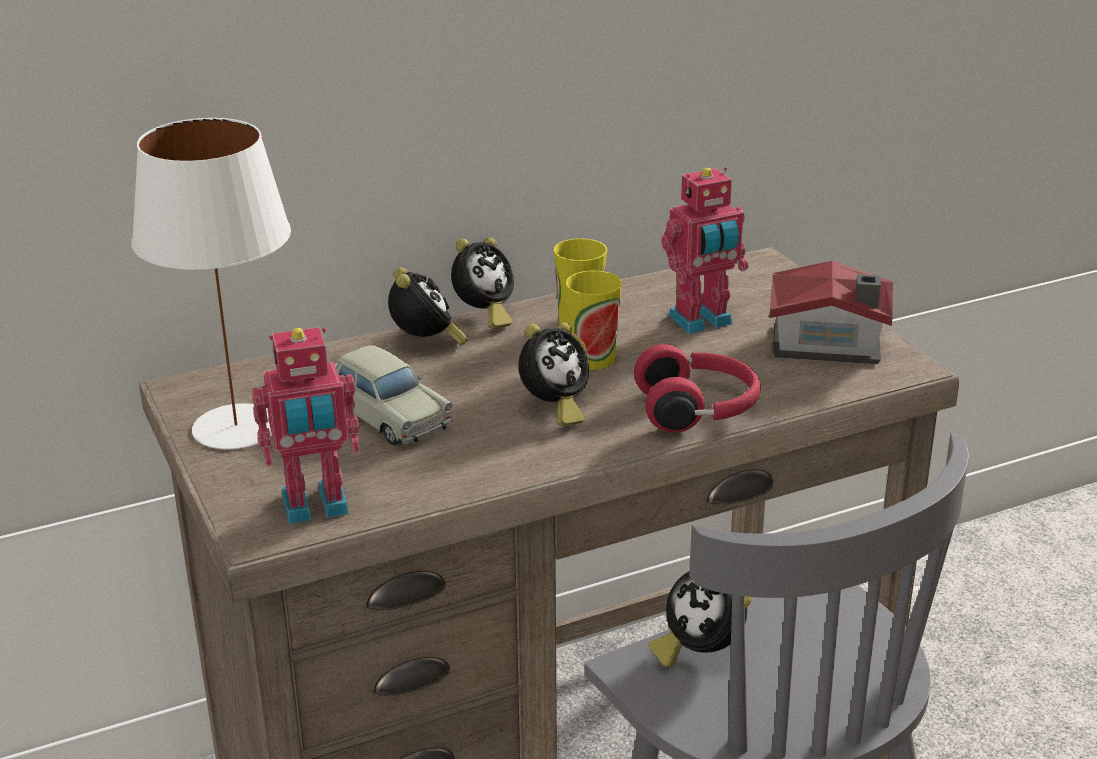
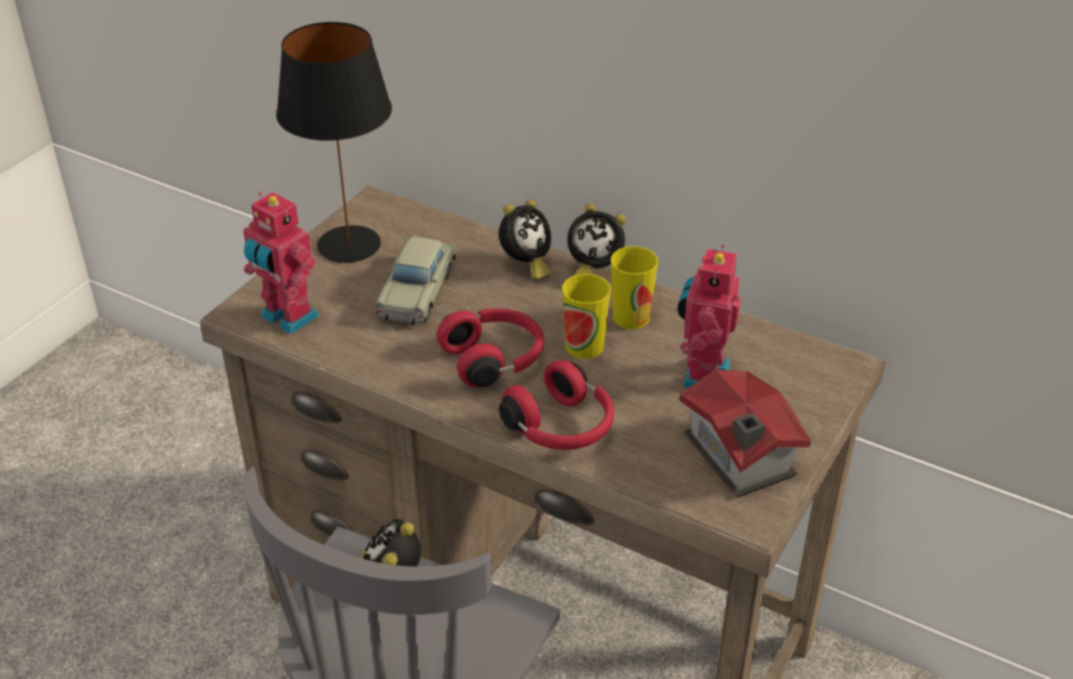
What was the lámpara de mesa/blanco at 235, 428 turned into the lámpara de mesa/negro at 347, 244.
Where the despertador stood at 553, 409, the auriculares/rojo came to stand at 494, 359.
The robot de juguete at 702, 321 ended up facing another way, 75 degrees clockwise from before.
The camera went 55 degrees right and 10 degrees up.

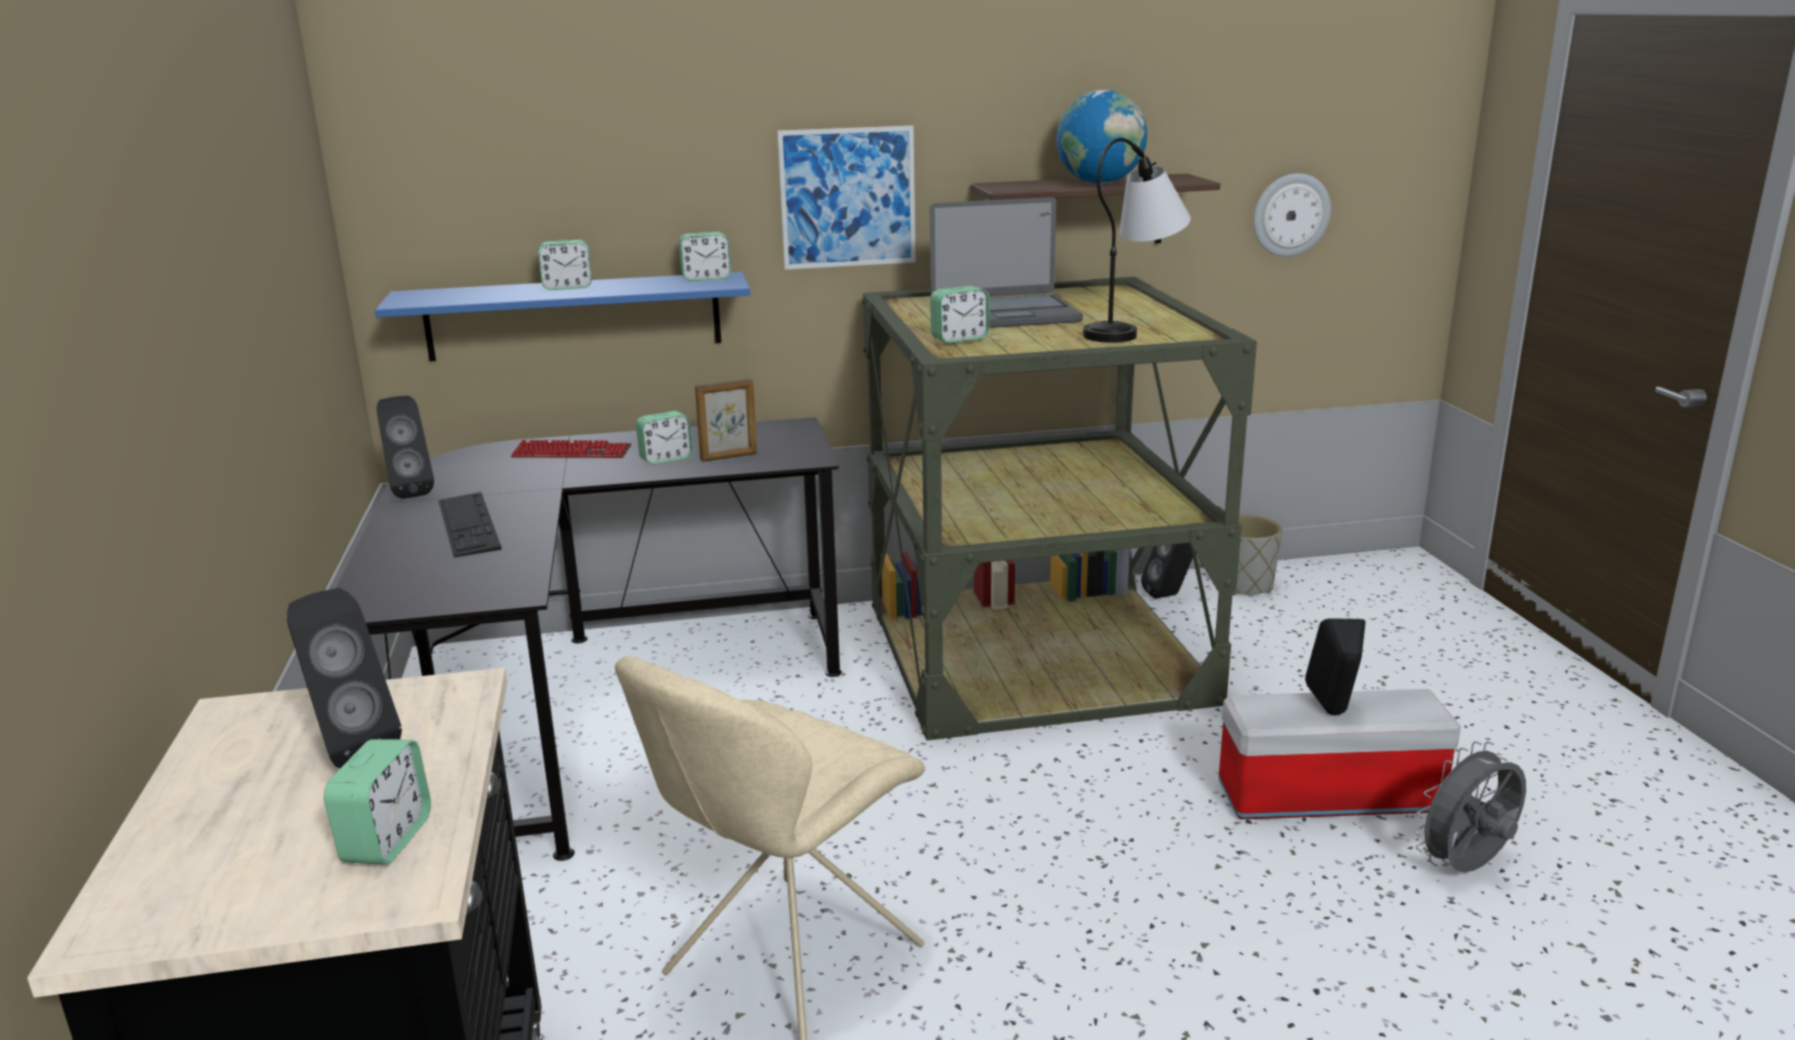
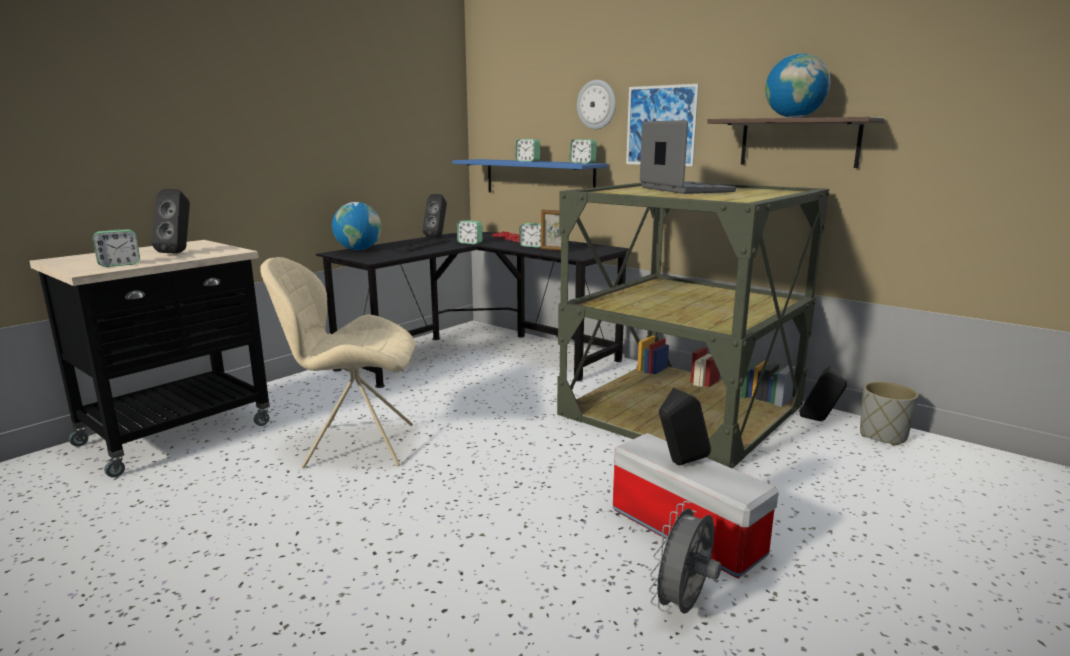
The second view gained the globo terráqueo at 358, 250.
The despertador ended up elsewhere, having gone from 959, 338 to 470, 243.
The reloj de pared ended up elsewhere, having gone from 1290, 215 to 597, 104.
The portátil at 1004, 315 ended up facing another way, 150 degrees counterclockwise from before.
The ventilador/gris at 1466, 868 ended up facing another way, 75 degrees counterclockwise from before.
The second view lost the lámpara de mesa at 1134, 330.
The camera went 50 degrees right and 5 degrees down.

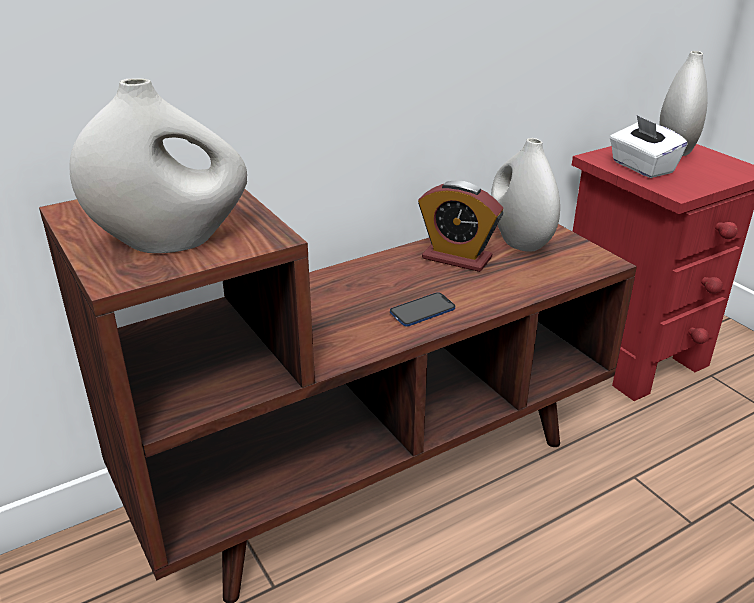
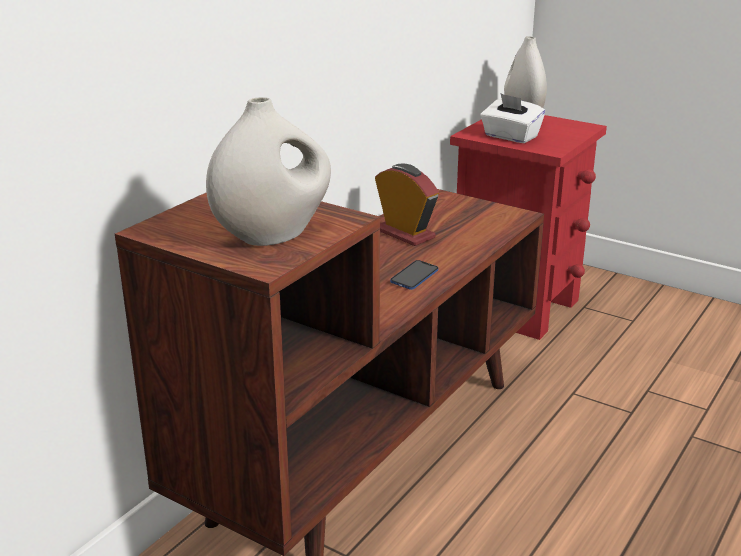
The despertador at 457, 258 ended up facing another way, 135 degrees counterclockwise from before.
The second view lost the florero/blanco at 519, 241.
The camera went 25 degrees left and 5 degrees down.

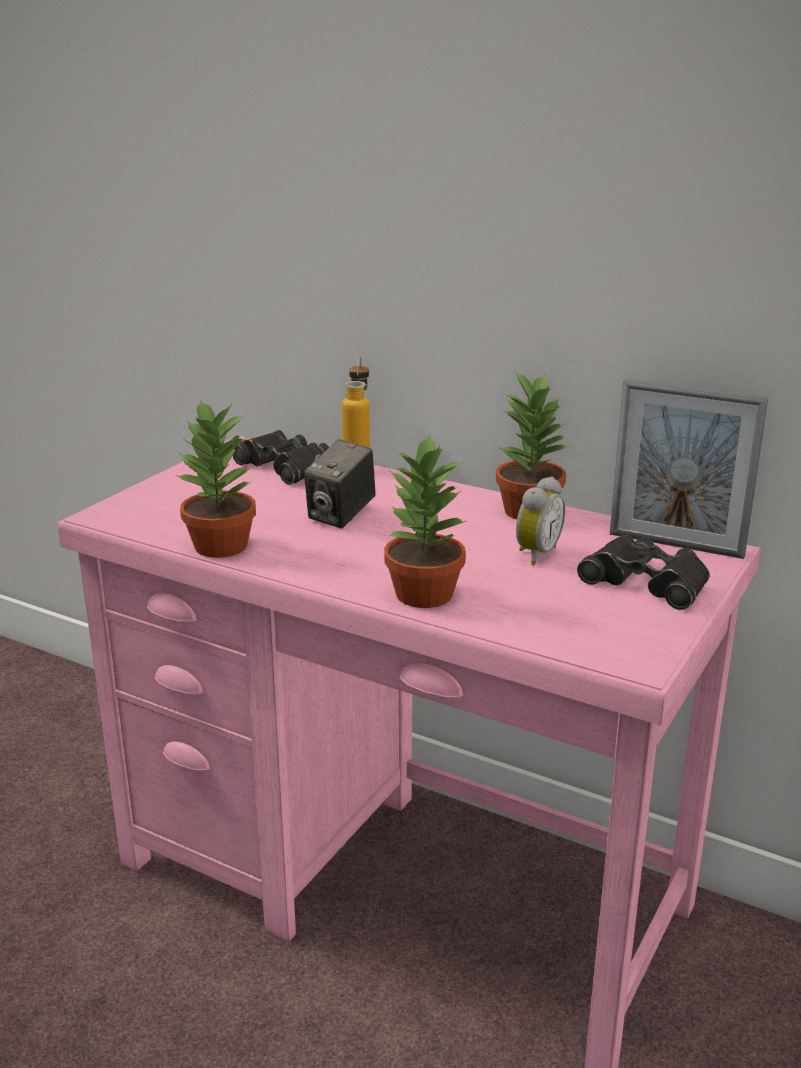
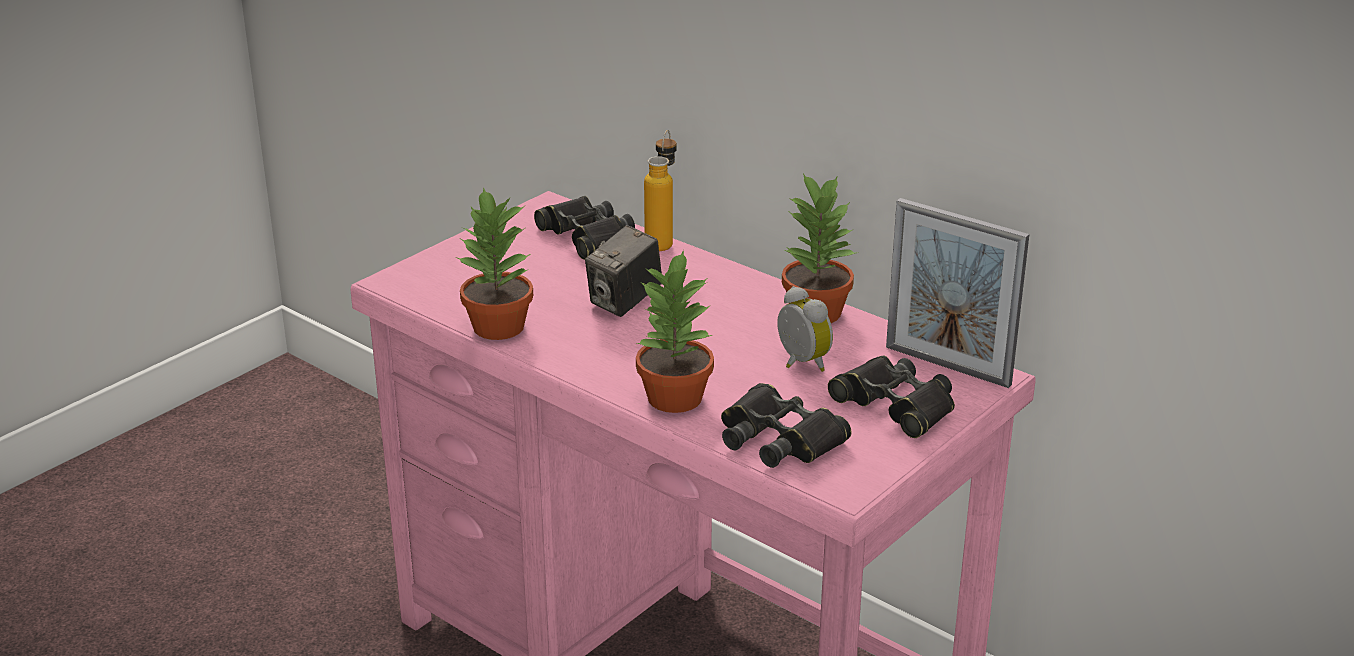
The second view gained the prismáticos/negro at 779, 438.
The despertador at 535, 554 ended up facing another way, 75 degrees counterclockwise from before.
The camera went 10 degrees right and 5 degrees up.

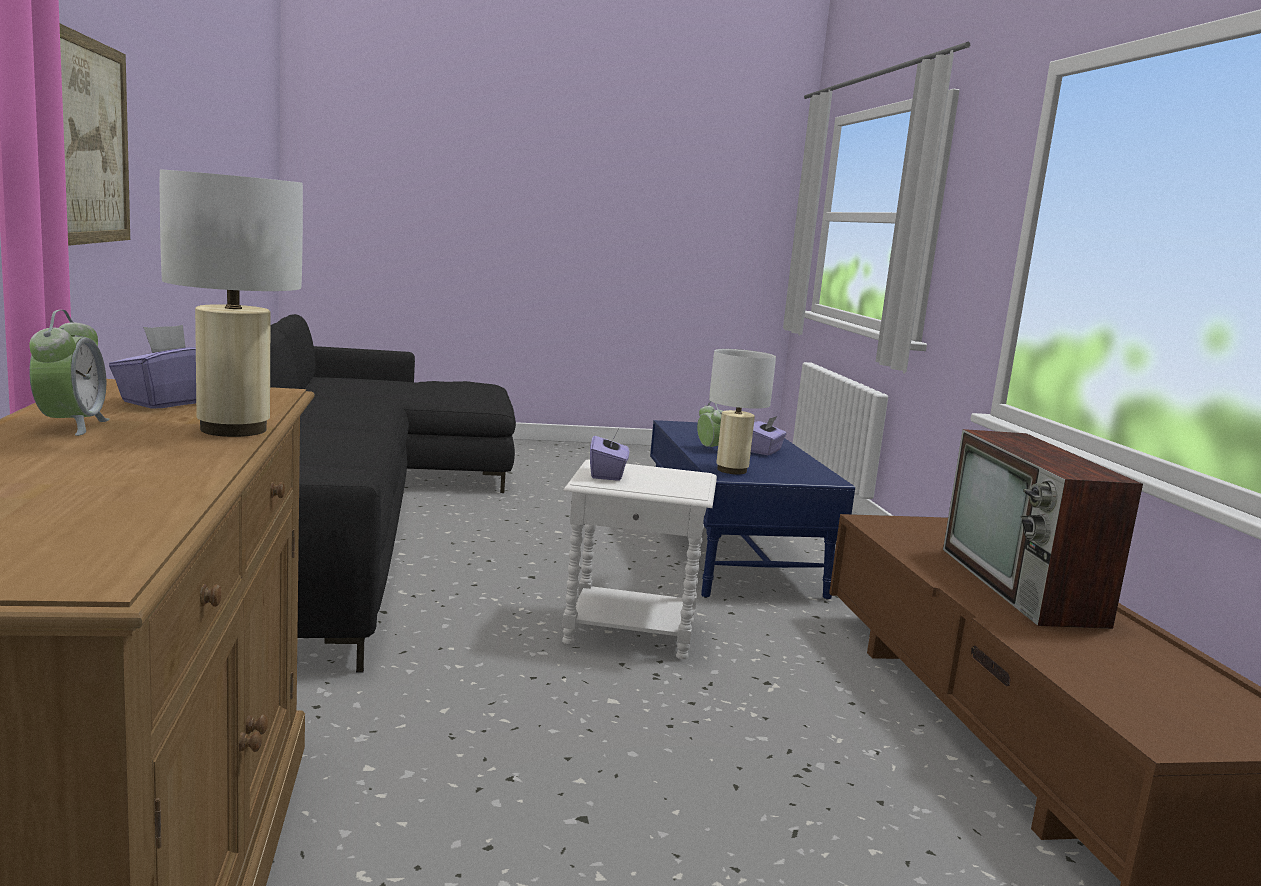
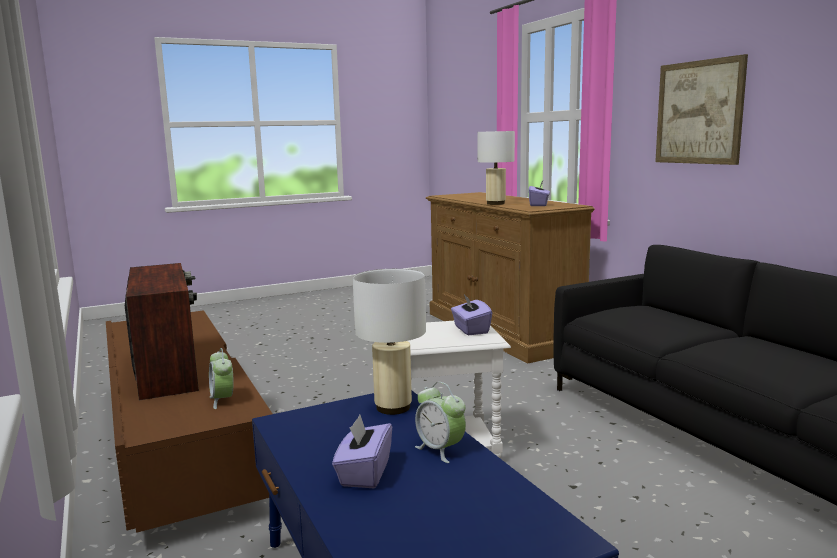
The despertador ended up elsewhere, having gone from 71, 426 to 223, 400.
The camera went 165 degrees right and 0 degrees up.

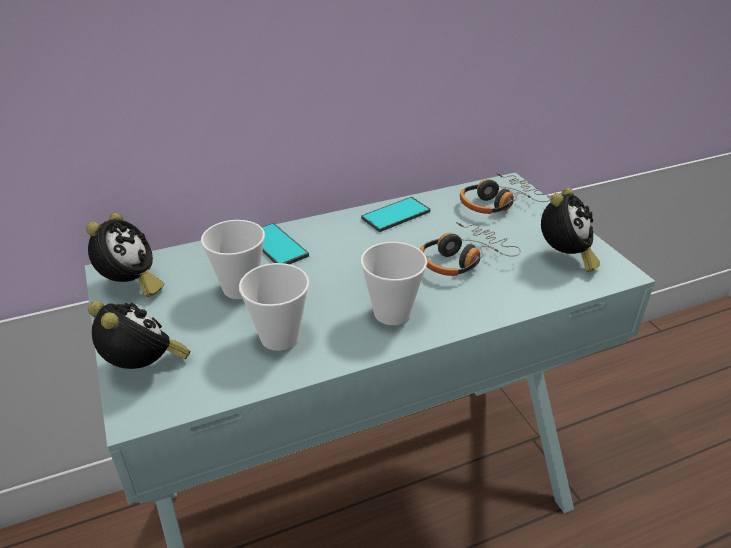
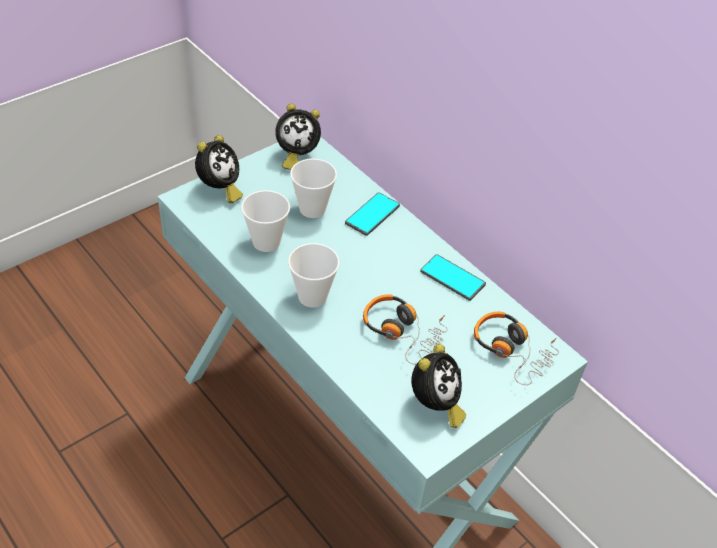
The despertador at 564, 258 ended up facing another way, 75 degrees counterclockwise from before.
The camera went 70 degrees right and 10 degrees up.

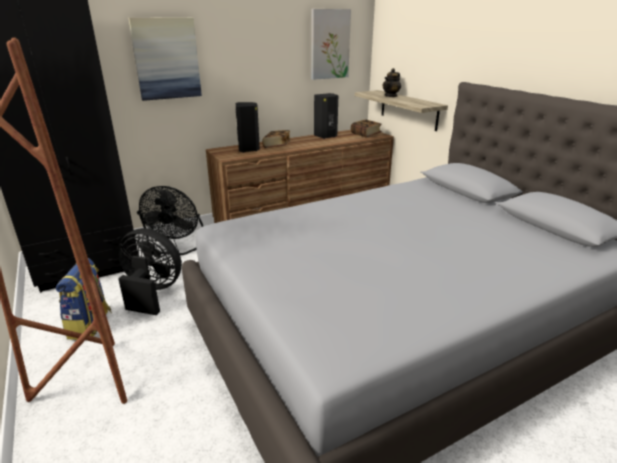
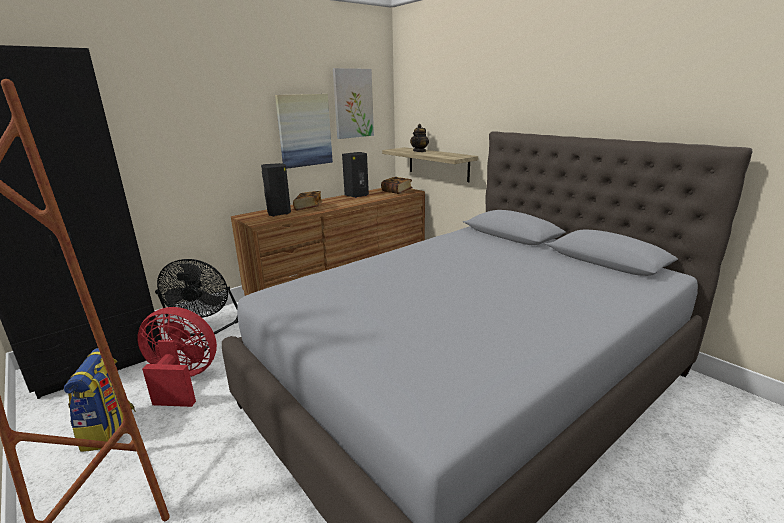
What was the ventilador/negro at 152, 292 turned into the ventilador/rojo at 182, 381.
The cuadro ended up elsewhere, having gone from 166, 59 to 304, 130.
The camera went 10 degrees left and 5 degrees down.

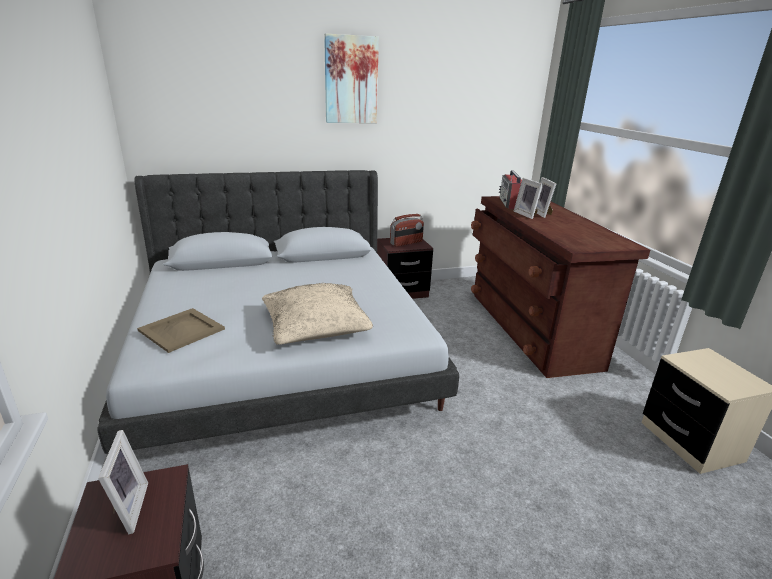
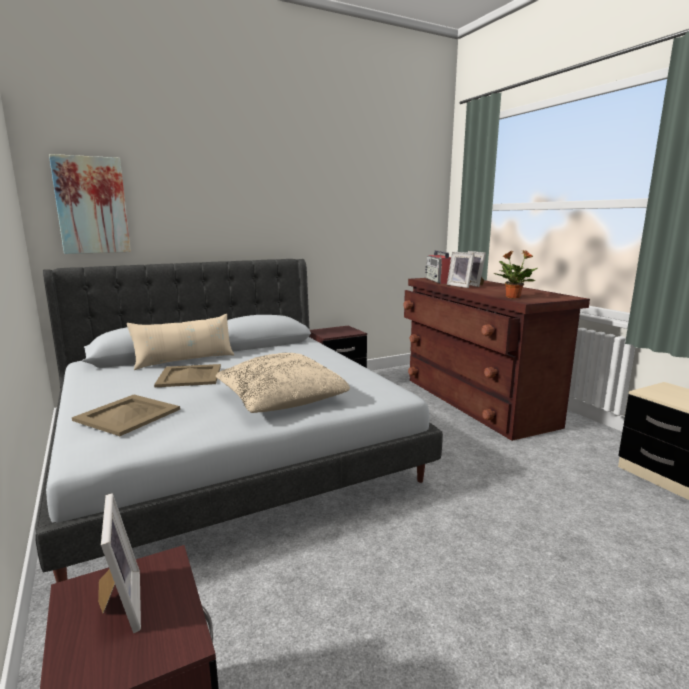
The cuadro ended up elsewhere, having gone from 351, 80 to 92, 205.
The second view gained the cojín/beis at 185, 361.
The second view gained the bandeja/beis at 190, 376.
The second view gained the planta en maceta at 512, 297.
The second view lost the radio at 406, 243.
The camera went 10 degrees left and 10 degrees down.

